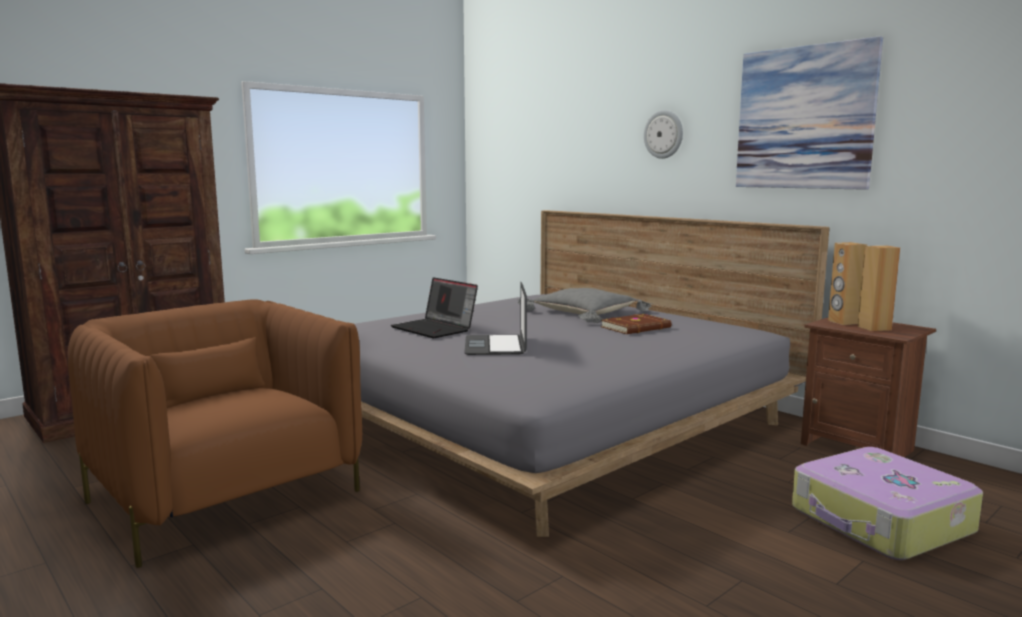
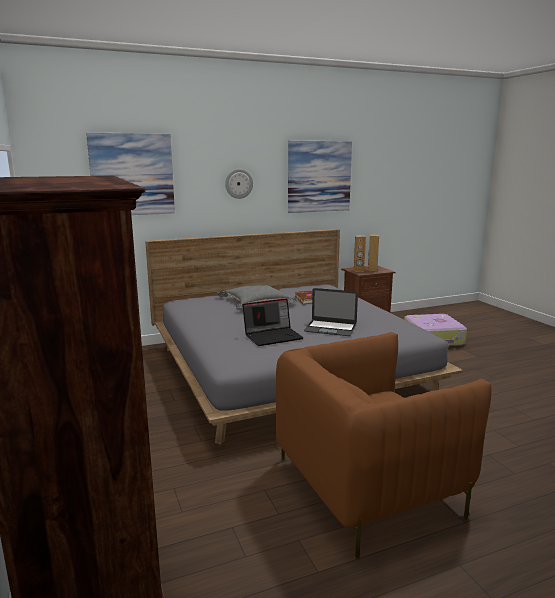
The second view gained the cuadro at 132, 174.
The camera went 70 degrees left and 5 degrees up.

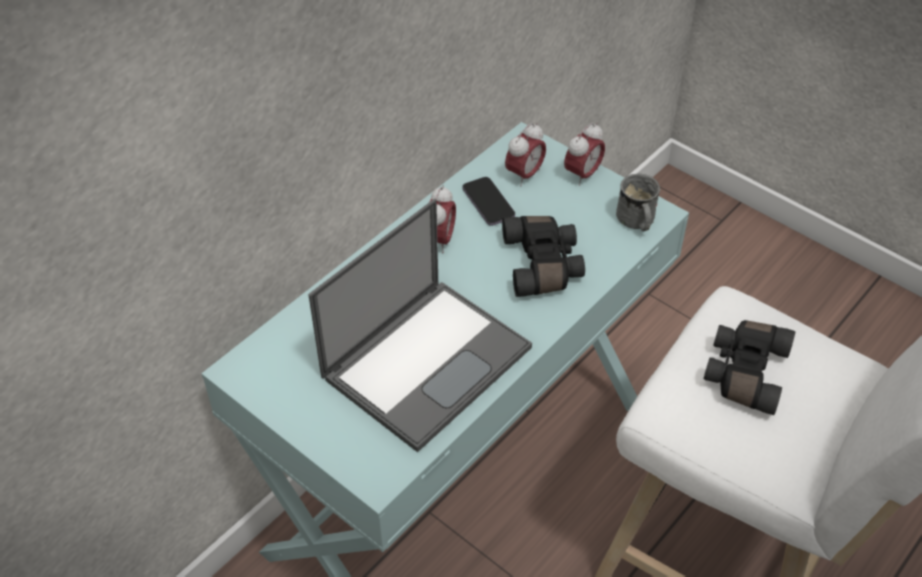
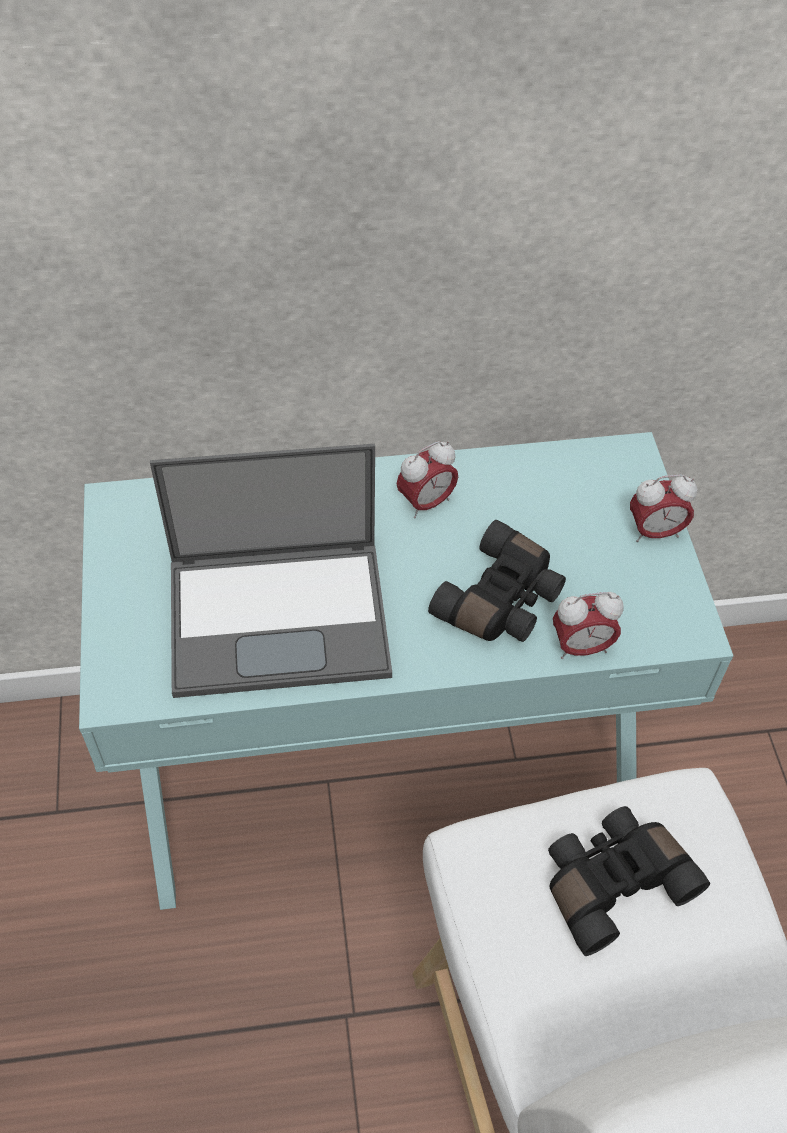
The despertador ended up elsewhere, having gone from 524, 175 to 580, 647.
The second view lost the móvil at 488, 203.
The second view lost the taza grande/gris at 636, 222.
The camera went 40 degrees right and 5 degrees up.

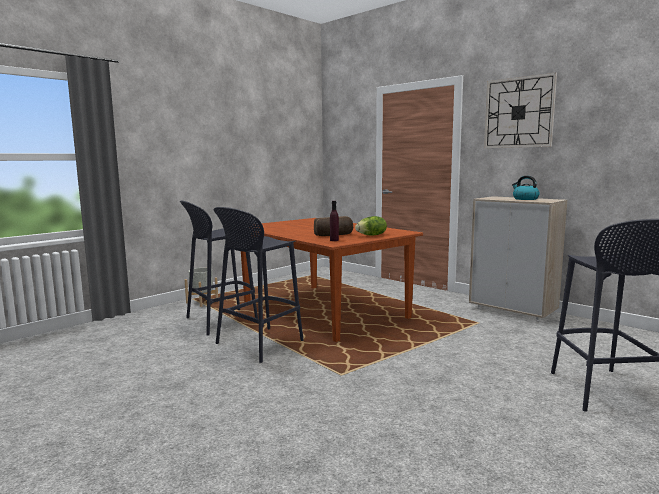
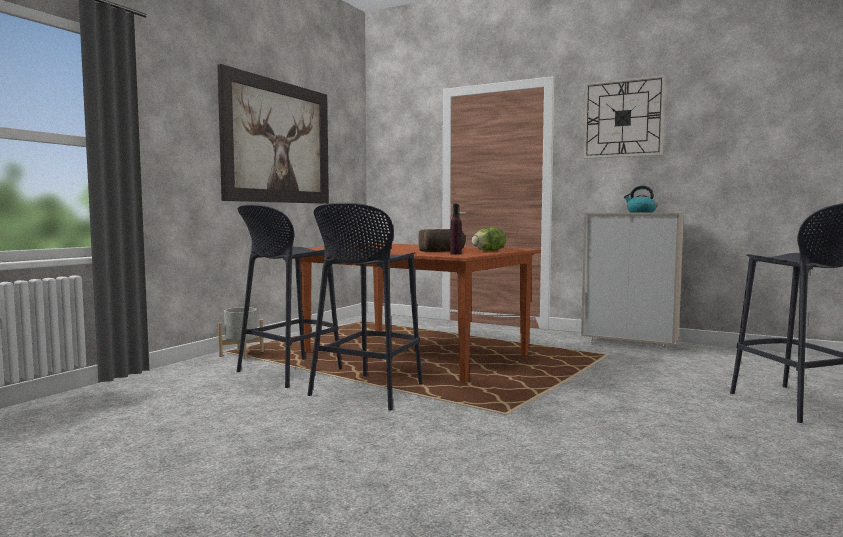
The second view gained the cuadro at 278, 142.
The camera went 15 degrees left and 5 degrees down.

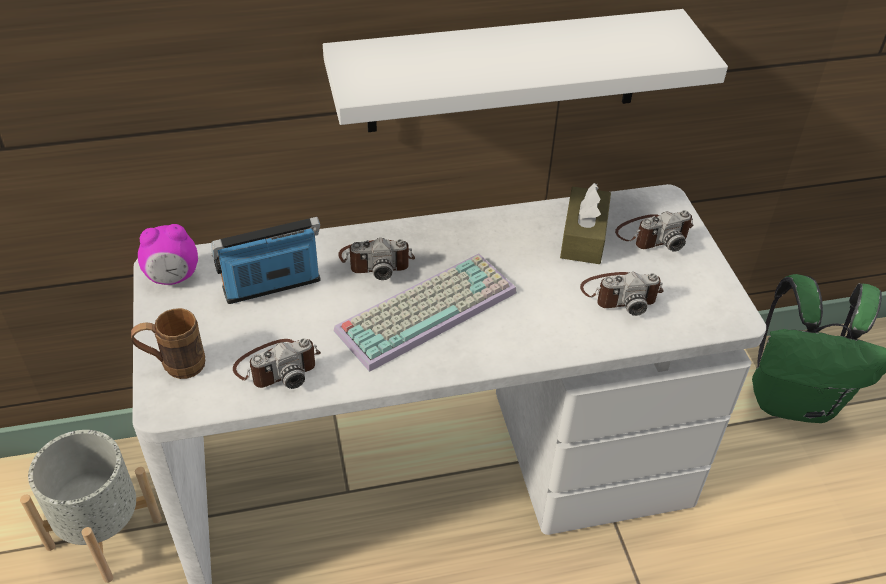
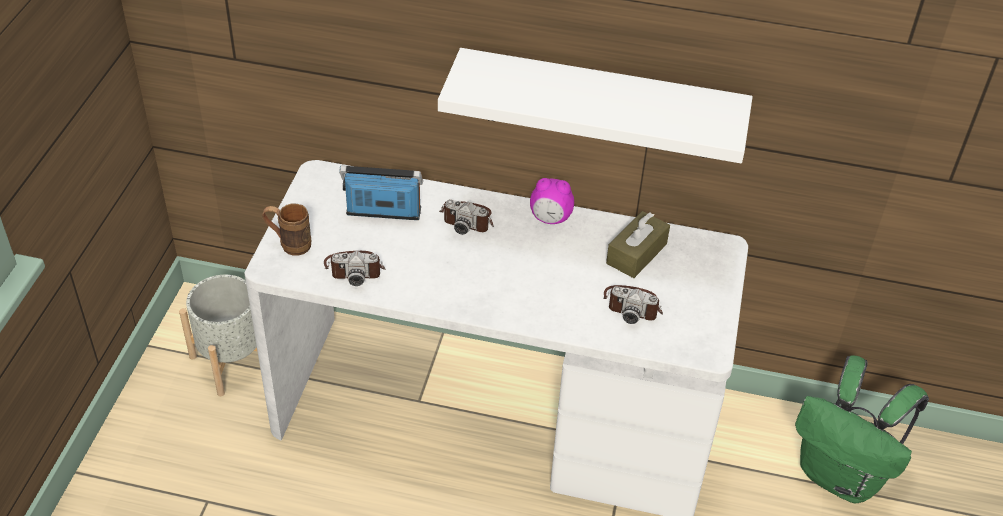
The despertador ended up elsewhere, having gone from 173, 277 to 550, 219.
The second view lost the teclado at 427, 308.
The second view lost the cámara at 653, 235.
The camera went 25 degrees right and 0 degrees up.

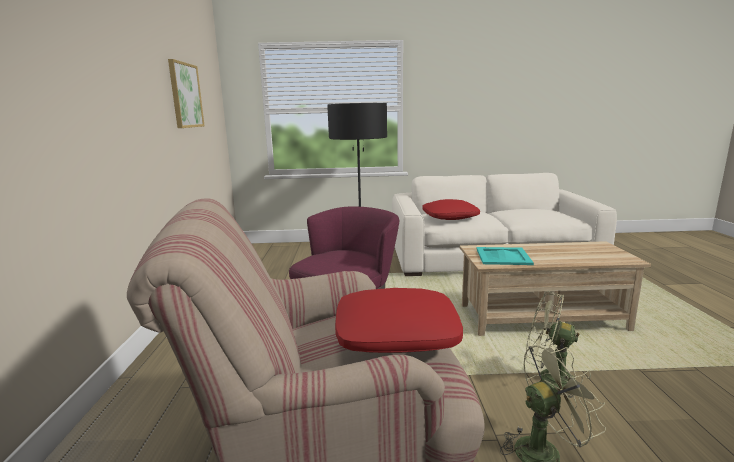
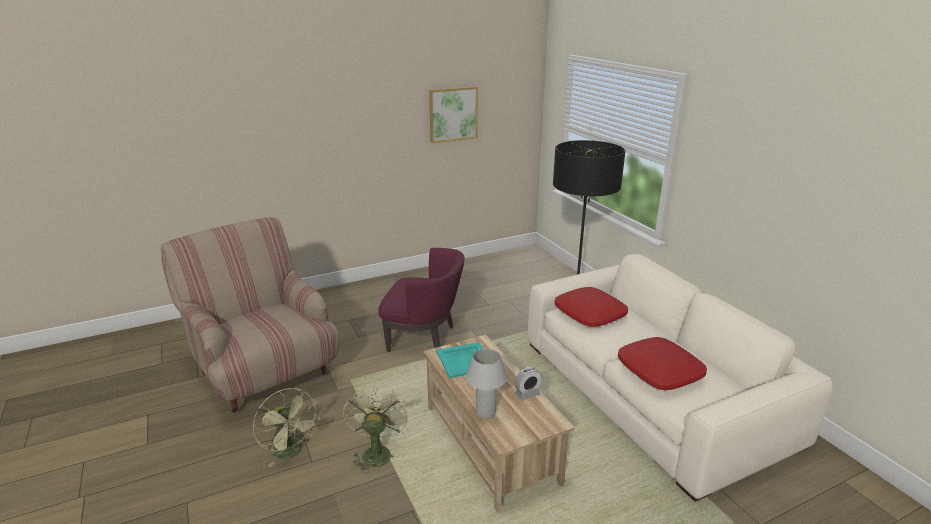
The second view gained the lámpara de mesa/blanco at 485, 412.
The second view gained the despertador at 527, 394.
The cojín/rojo ended up elsewhere, having gone from 397, 333 to 660, 371.
The camera went 65 degrees right and 10 degrees up.

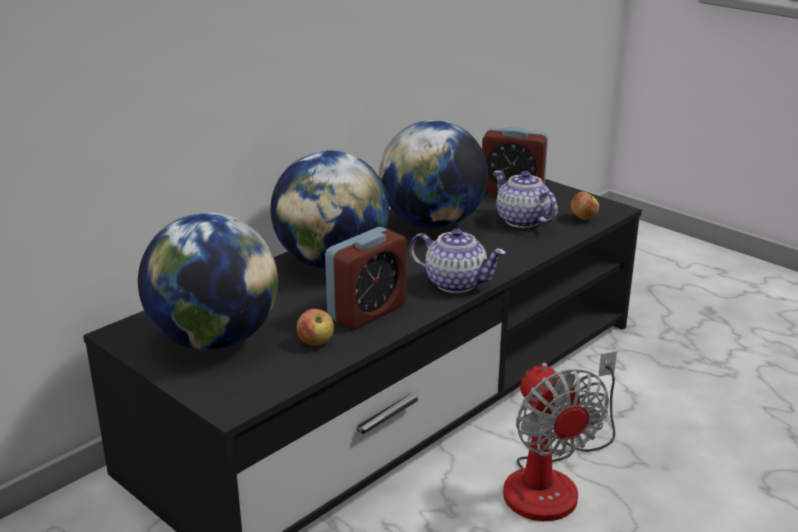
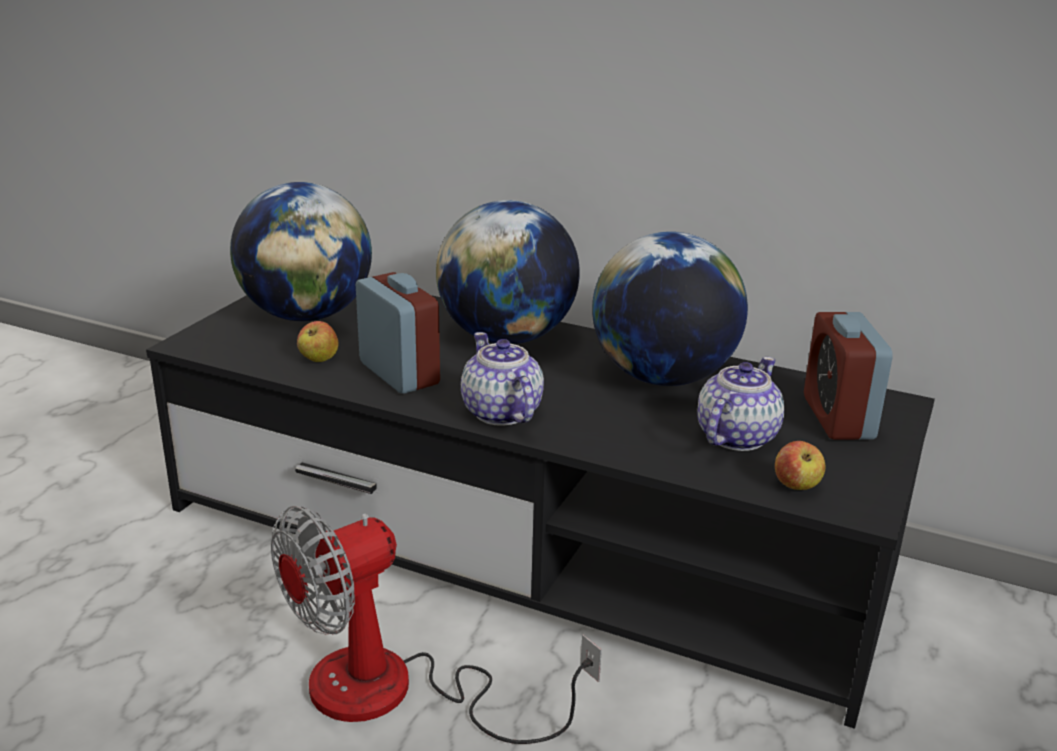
The despertador at 367, 311 ended up facing another way, 150 degrees counterclockwise from before.
The tetera at 455, 283 ended up facing another way, 150 degrees clockwise from before.
The camera went 70 degrees right and 0 degrees up.

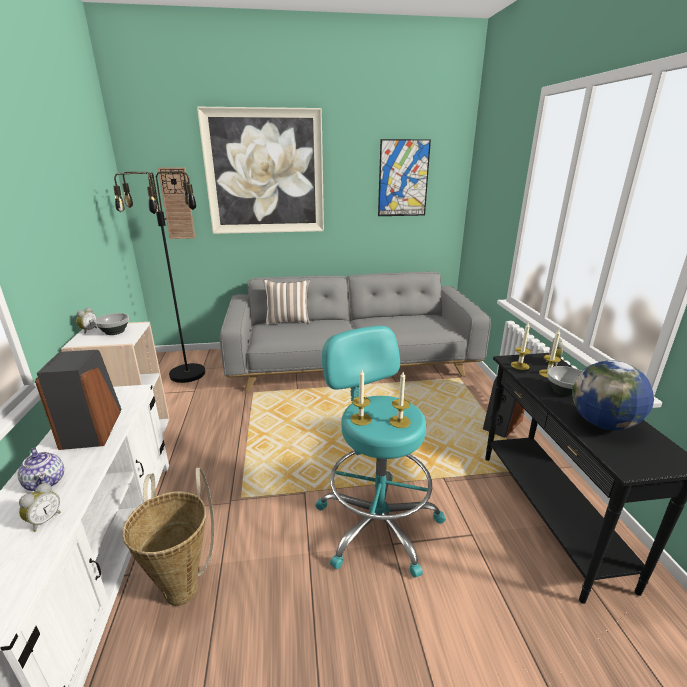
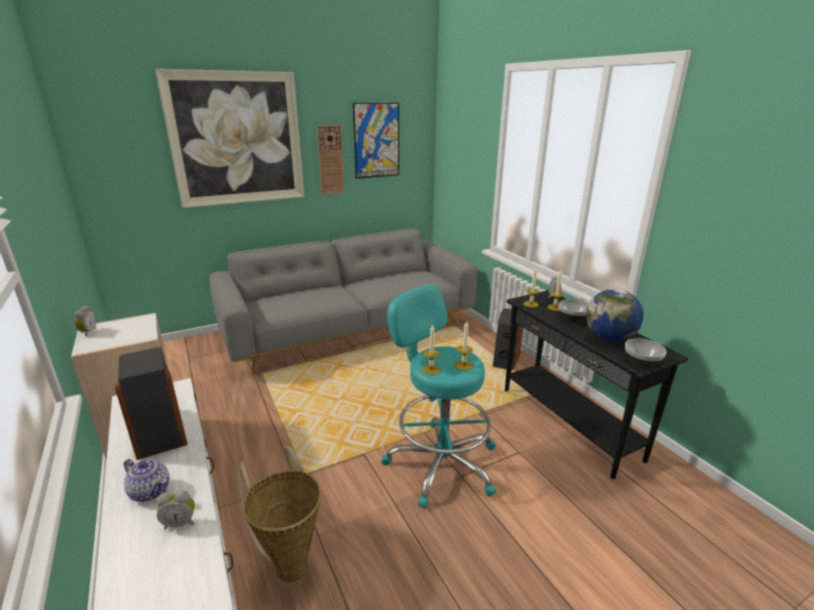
The despertador at 44, 520 ended up facing another way, 75 degrees clockwise from before.
The reloj de pared ended up elsewhere, having gone from 177, 204 to 330, 160.
The cuenco ended up elsewhere, having gone from 114, 332 to 641, 363.
The second view lost the lámpara de pie at 187, 374.
The second view lost the cojín at 288, 321.
The camera went 20 degrees left and 0 degrees up.

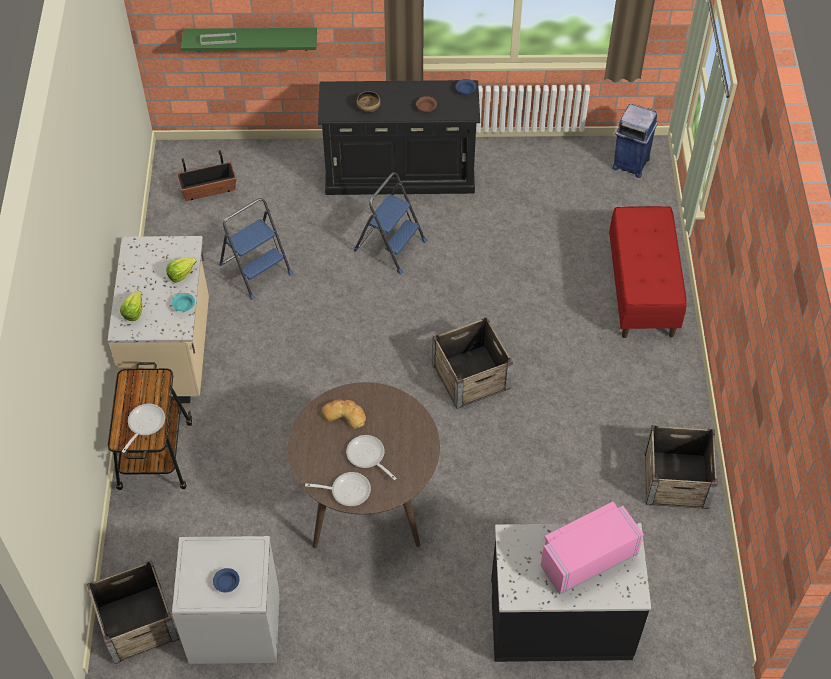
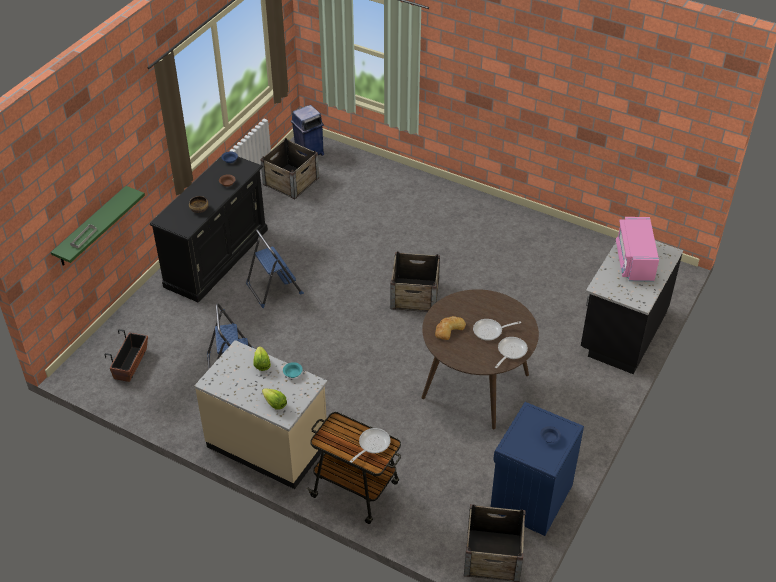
The caja de embalaje ended up elsewhere, having gone from 676, 479 to 291, 181.
The sartén at 144, 424 ended up facing another way, 75 degrees clockwise from before.
What was the lavadora/blanco at 234, 625 turned into the lavadora/azul at 529, 497.
The second view lost the banco/rojo at 642, 290.
The camera went 60 degrees left and 10 degrees down.

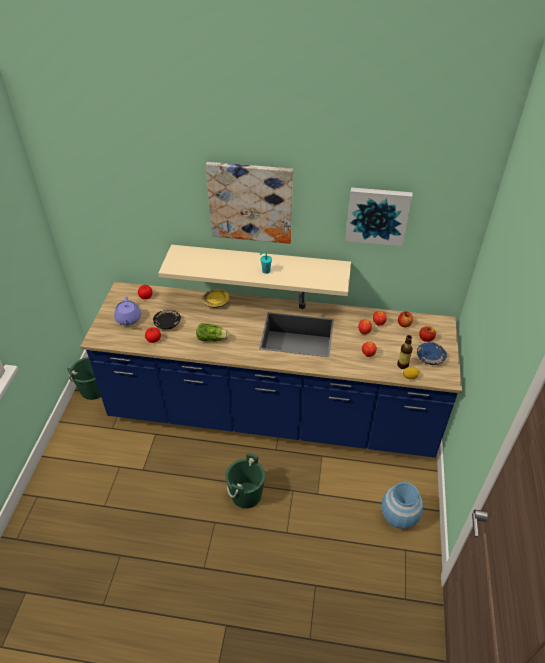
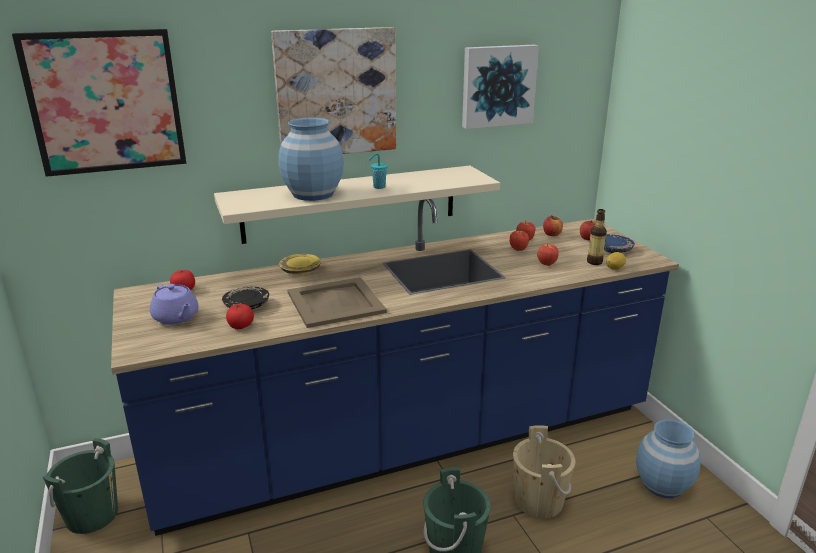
The second view gained the cuadro at 106, 102.
The second view gained the florero/azul at 313, 194.
Where the lechuga stood at 213, 339, the bandeja/beis came to stand at 334, 302.
The second view gained the cubo/beis at 539, 501.
The camera went 30 degrees left and 20 degrees down.

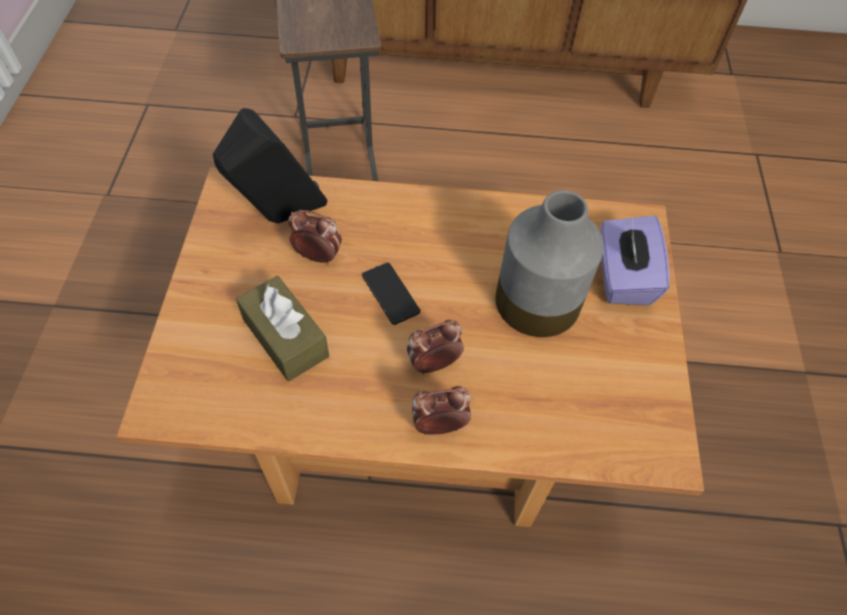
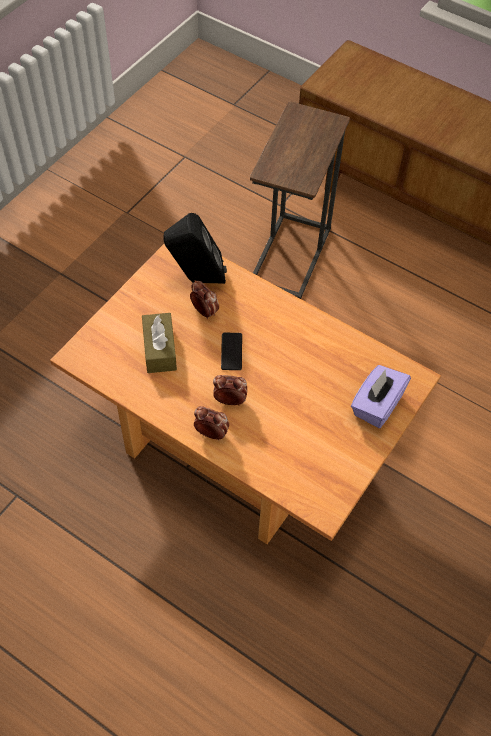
The second view lost the florero/gris at 539, 300.
The camera went 30 degrees right and 0 degrees up.

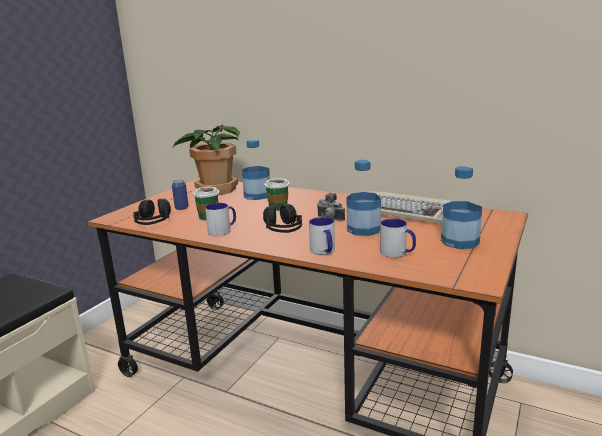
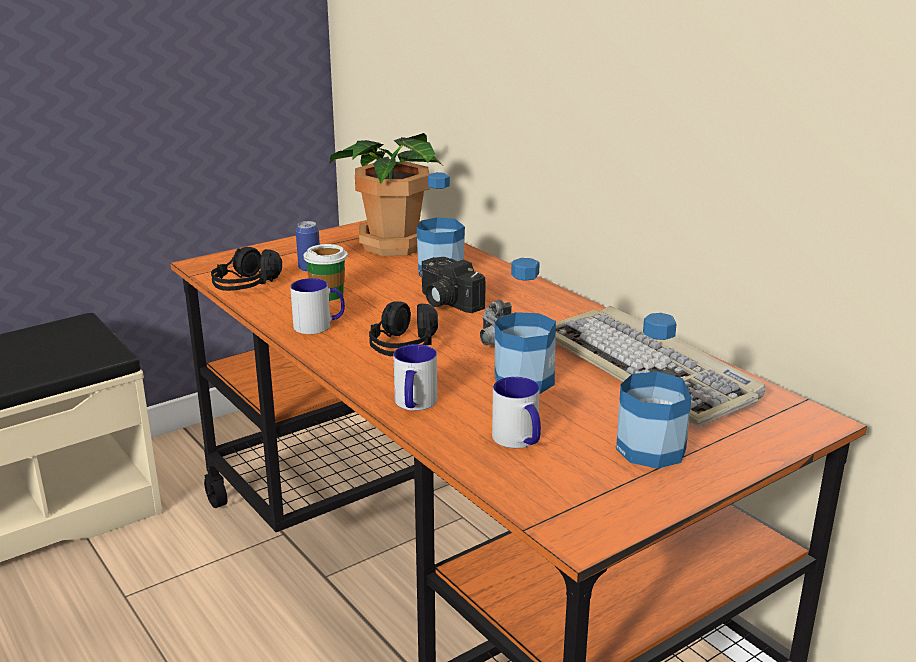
Where the taza stood at 278, 207, the cámara came to stand at 445, 302.
The camera went 25 degrees right and 5 degrees up.

